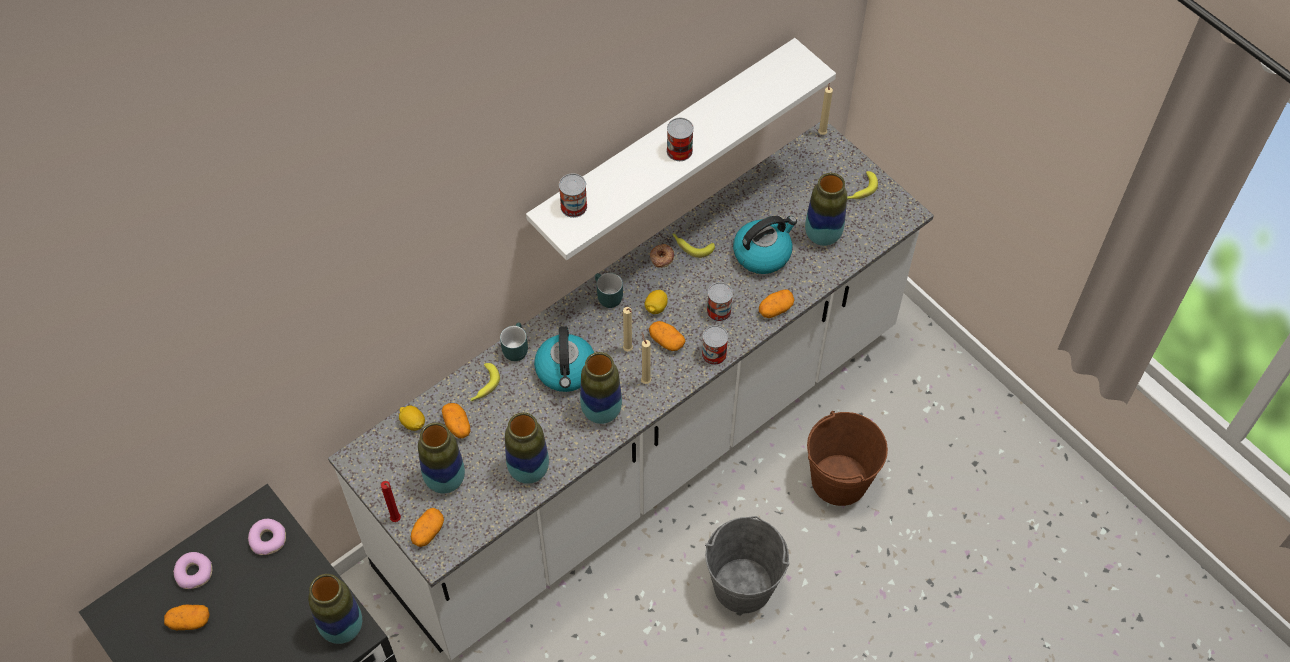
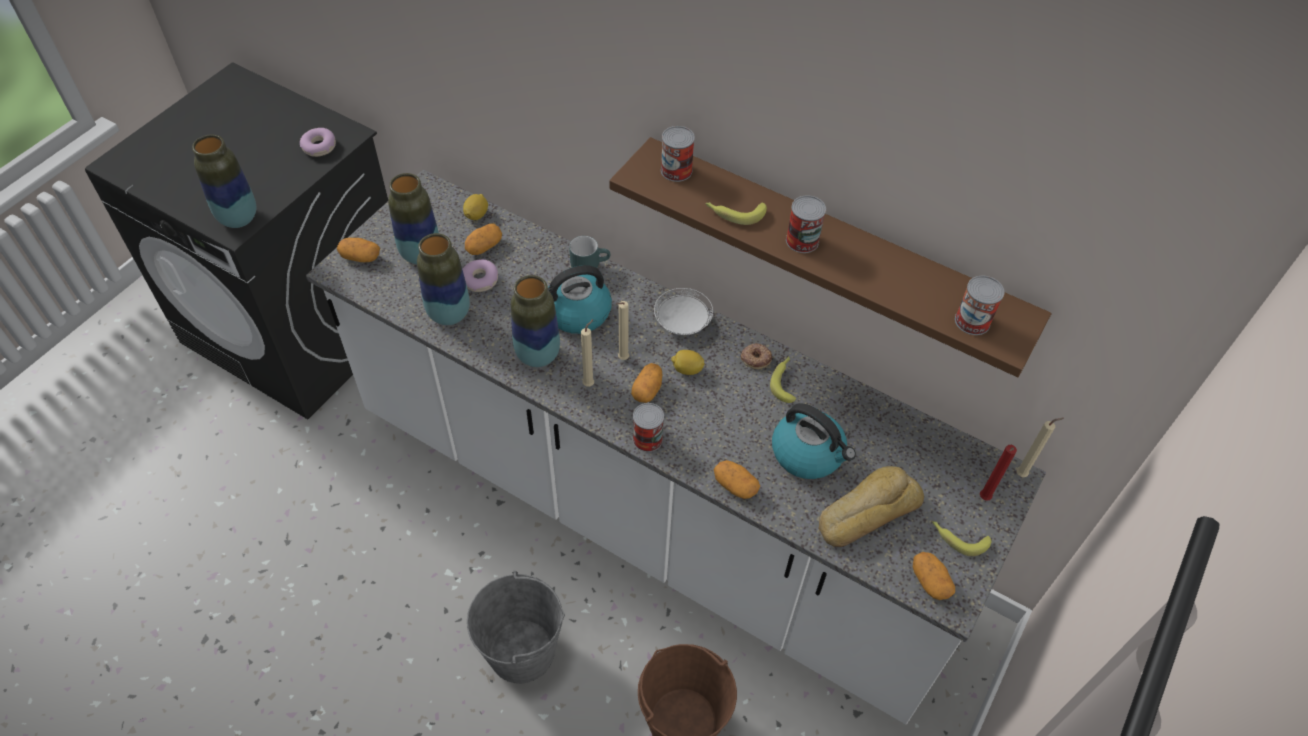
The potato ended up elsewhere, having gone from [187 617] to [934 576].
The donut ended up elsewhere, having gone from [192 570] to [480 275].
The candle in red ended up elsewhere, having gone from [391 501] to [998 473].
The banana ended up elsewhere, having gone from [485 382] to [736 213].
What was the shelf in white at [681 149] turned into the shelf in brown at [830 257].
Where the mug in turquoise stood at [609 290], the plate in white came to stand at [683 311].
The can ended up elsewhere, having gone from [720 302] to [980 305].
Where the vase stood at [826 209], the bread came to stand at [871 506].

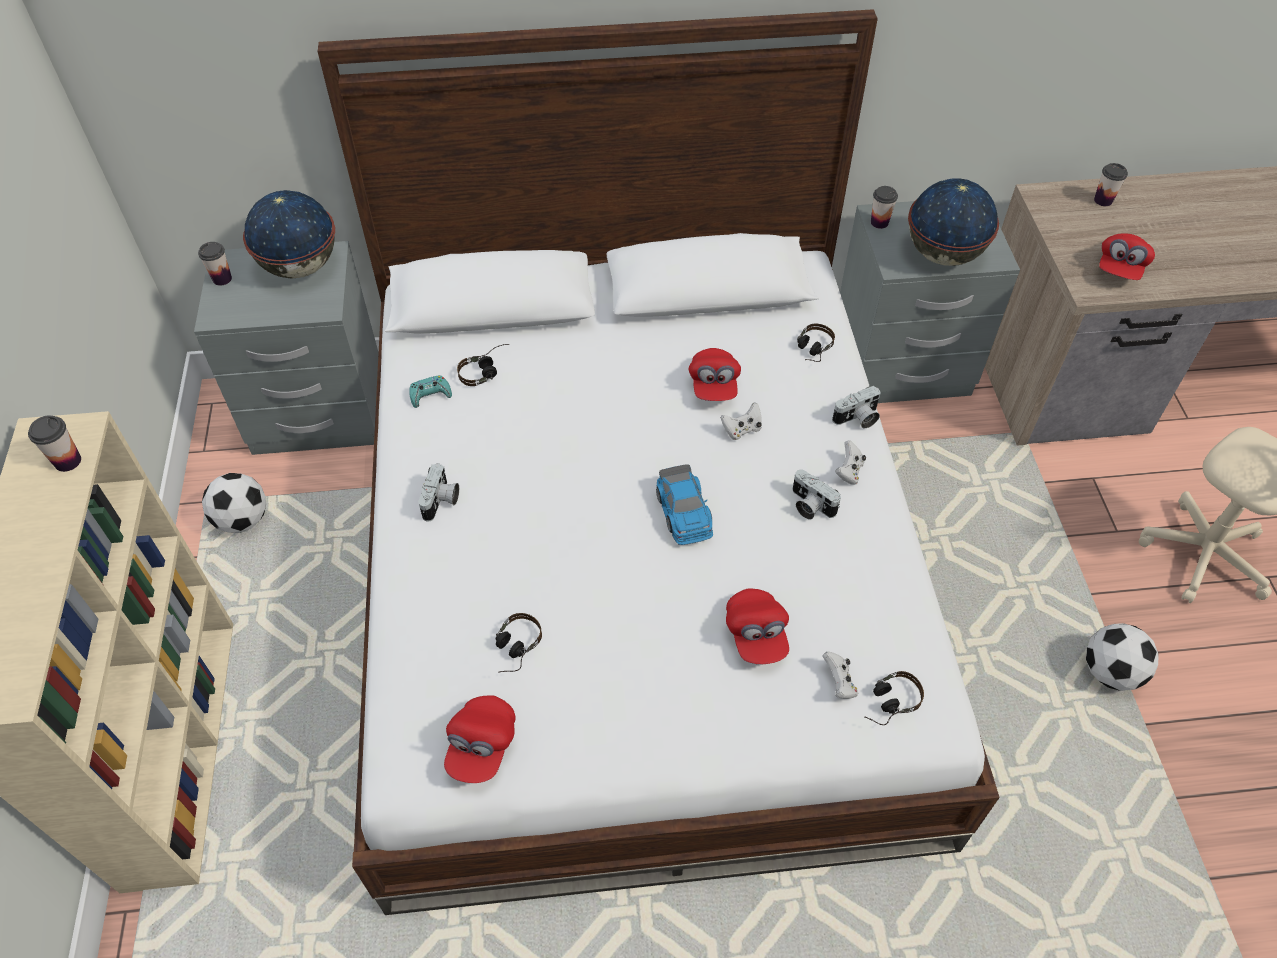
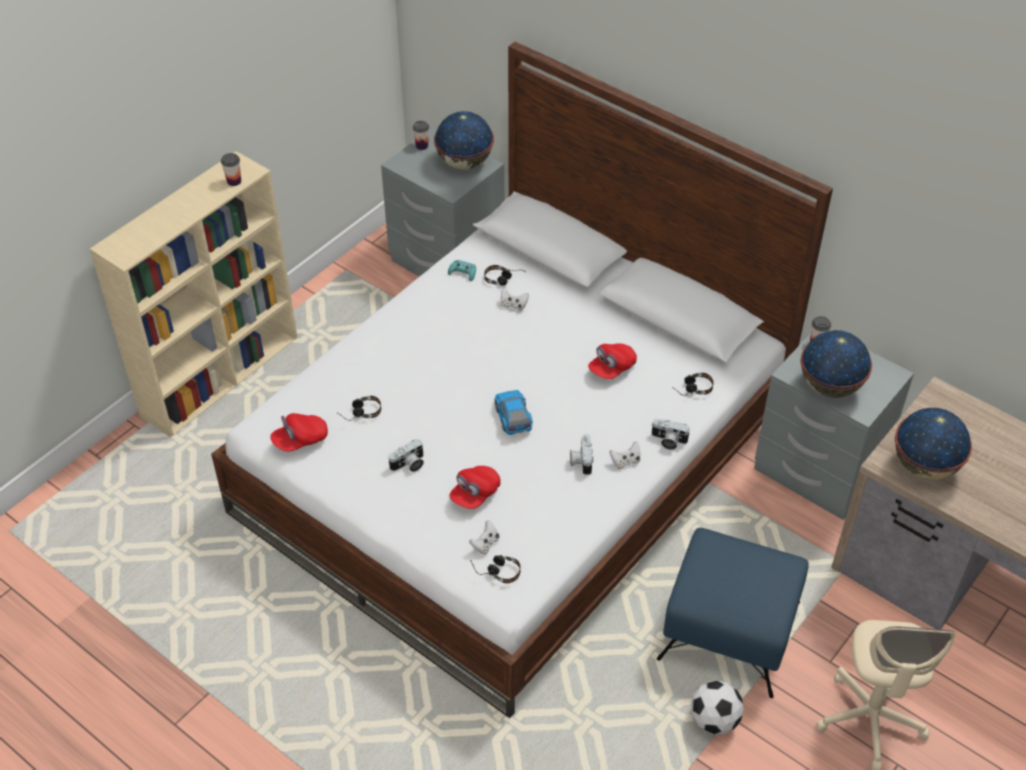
The second view lost the football at [234 503].
The photo camera ended up elsewhere, having gone from [438 492] to [406 455].
The toy car at [684 504] ended up facing another way, 135 degrees clockwise from before.
The game controller in white ended up elsewhere, having gone from [741 421] to [515 299].
The second view lost the cup at [1111 184].
Where the cap in red stood at [1127 256], the globe came to stand at [933 444].
The second view gained the ottoman in blue at [733 613].

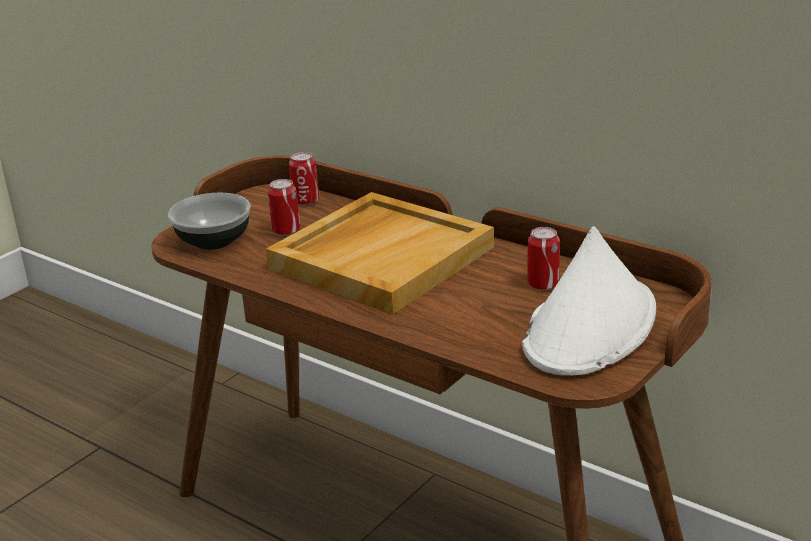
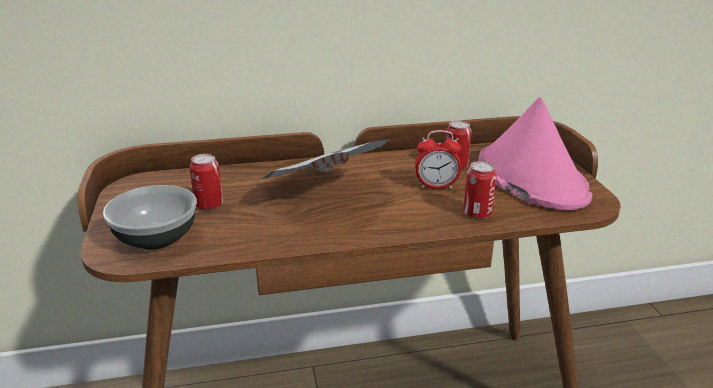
Where the tray in beige stood at [380 253], the newspaper came to stand at [324 159].
The can ended up elsewhere, having gone from [304 179] to [480 190].
What was the hat in white at [589 301] turned into the hat in pink at [536 153].
The second view gained the alarm clock at [438 159].

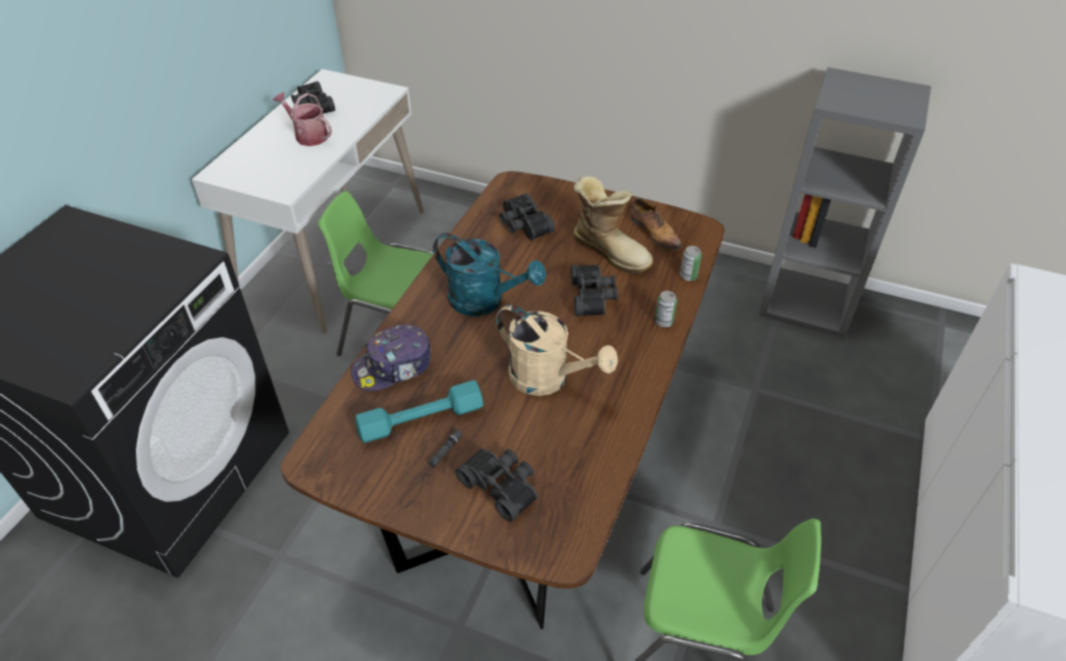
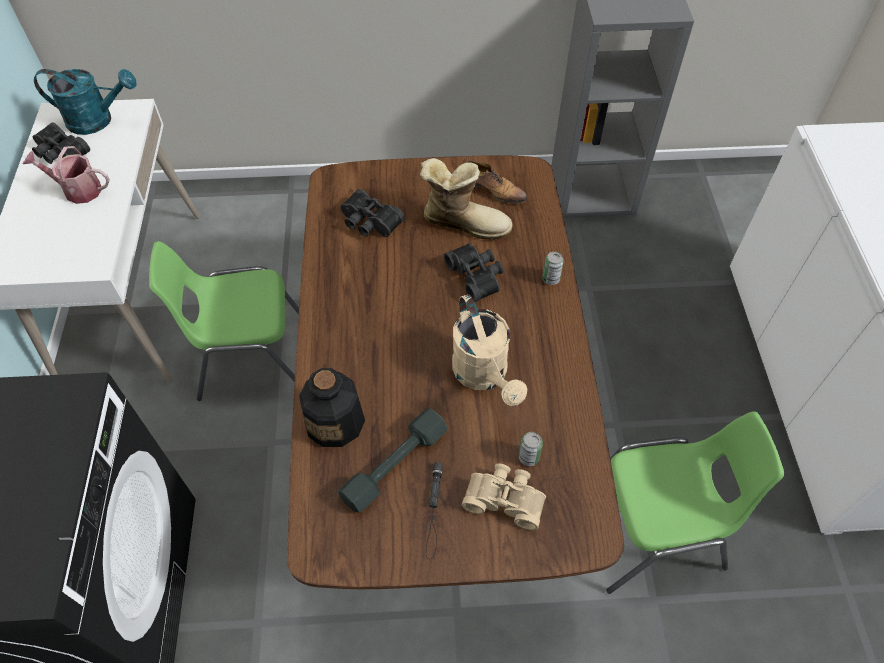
Where the cap stood at [391 358], the bottle came to stand at [332 407].
What was the dumbbell in turquoise at [419 411] turned into the dumbbell in grey at [393 460].
The watering can in turquoise ended up elsewhere, having gone from [489 274] to [85 102].
What was the binoculars in black at [496 485] turned into the binoculars in beige at [504 496].
The watering can in beige at [557 350] ended up facing another way, 60 degrees clockwise from before.
The can ended up elsewhere, having gone from [691 263] to [530 449].

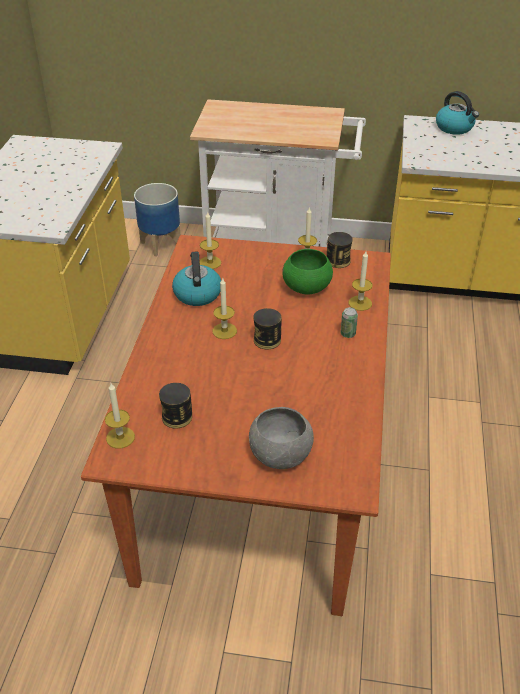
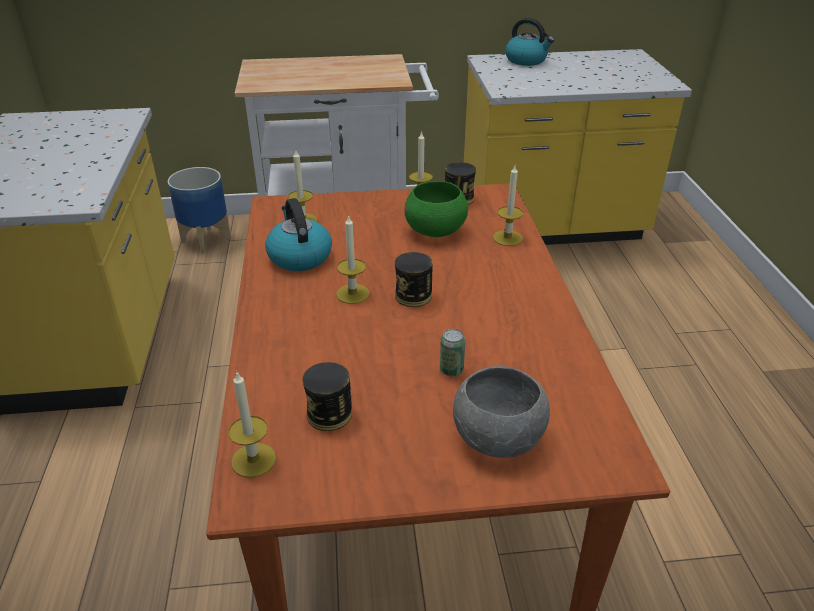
The can ended up elsewhere, having gone from [349 322] to [452 352].

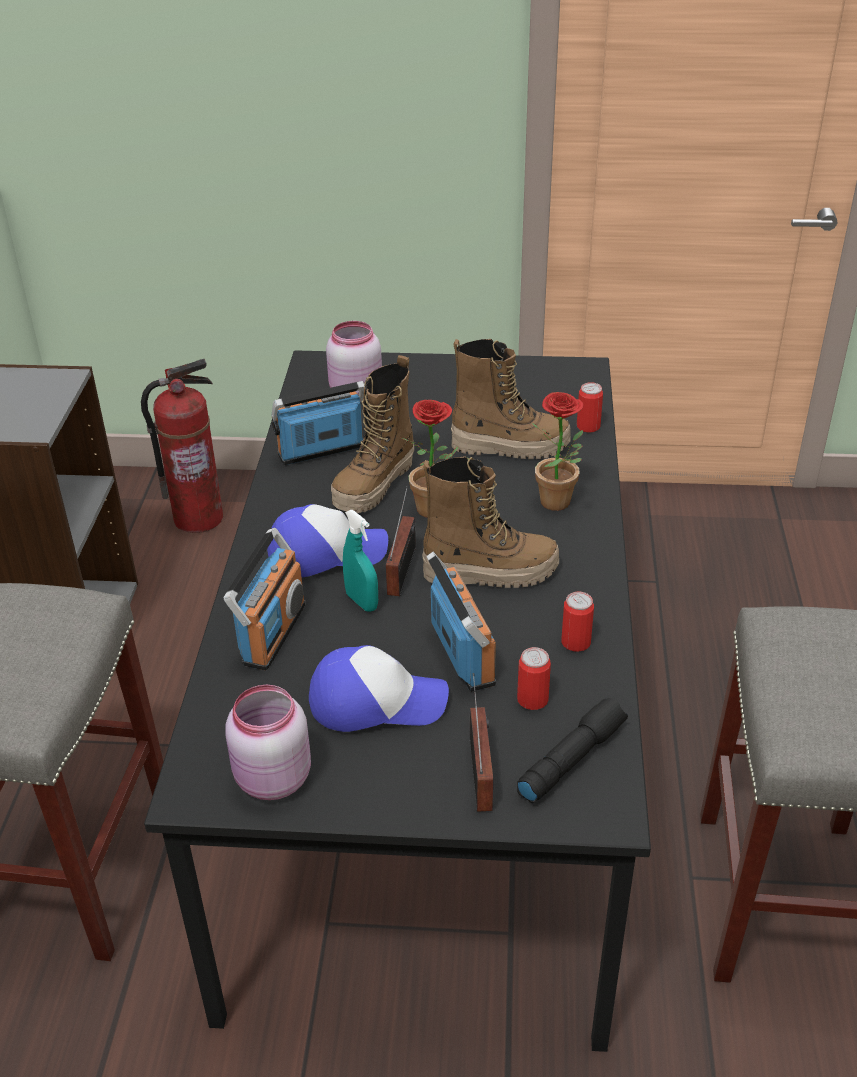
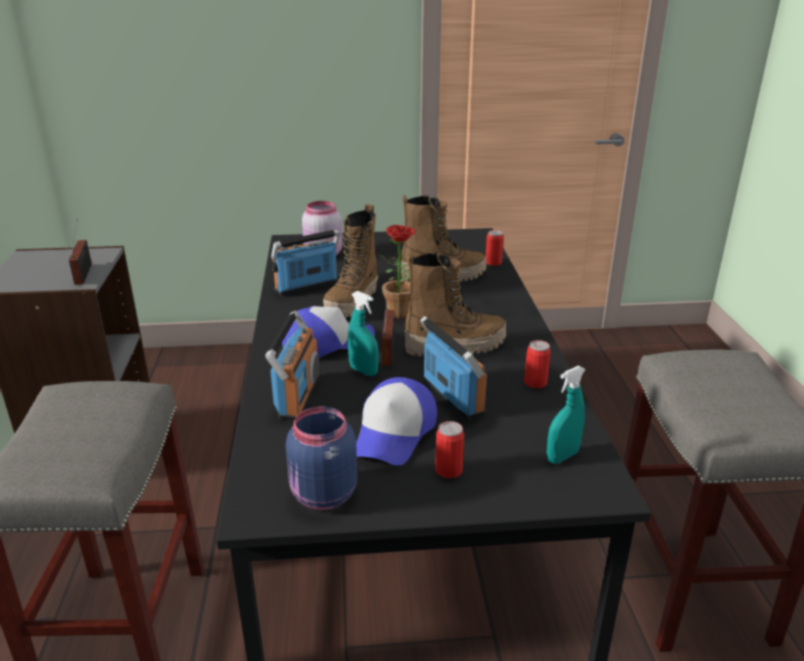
The second view lost the fire extinguisher at [182 446].
What was the jar in pink at [268 742] turned into the jar in blue at [321 458].
The cap at [379 688] ended up facing another way, 120 degrees clockwise from before.
The radio ended up elsewhere, having gone from [481 742] to [80 252].
The can ended up elsewhere, having gone from [534 678] to [449 450].
Where the flashlight in black stood at [572 750], the spray bottle in turquoise came to stand at [566 415].
The second view lost the potted plant at [556 451].

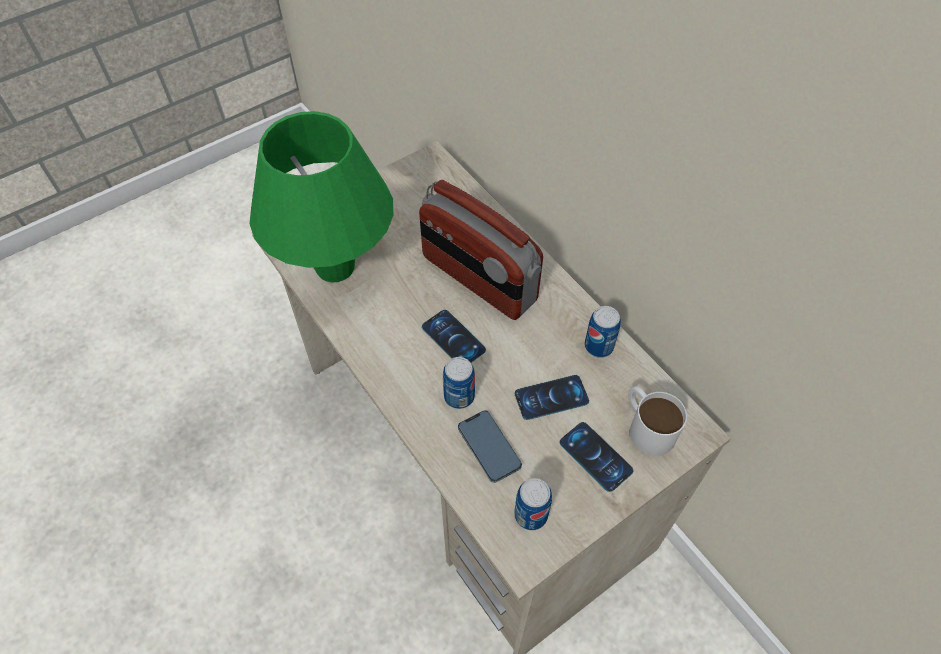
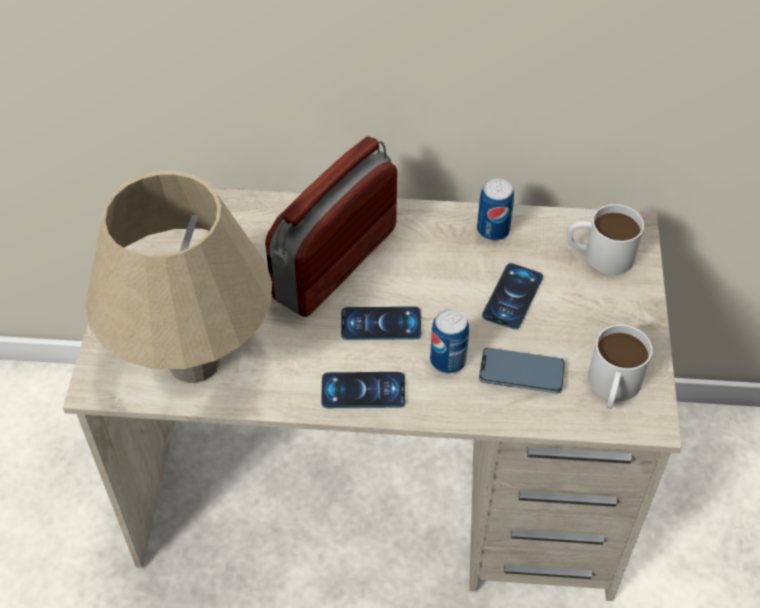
What was the table lamp in green at [321 196] turned into the table lamp in beige at [178 277].
The radio at [481 250] ended up facing another way, 135 degrees clockwise from before.
Where the can stood at [533 504], the mug in white came to stand at [620 367].
The phone ended up elsewhere, having gone from [597 457] to [363 390].

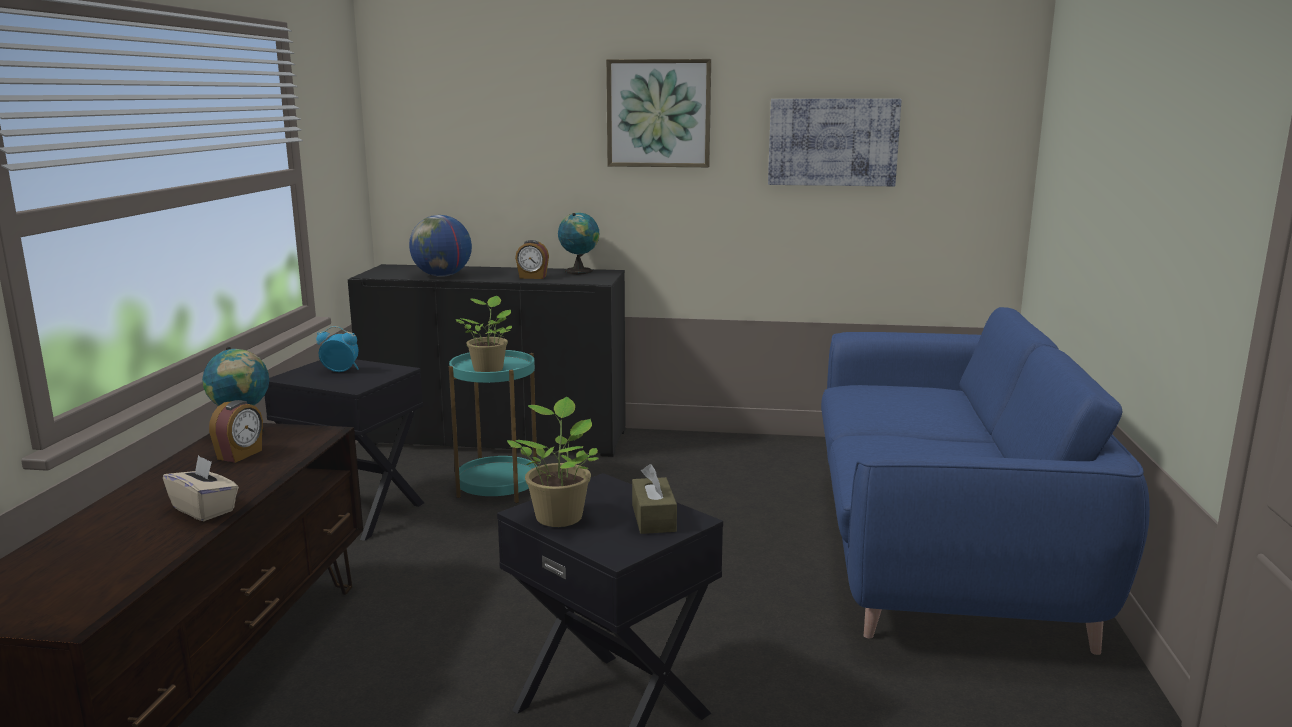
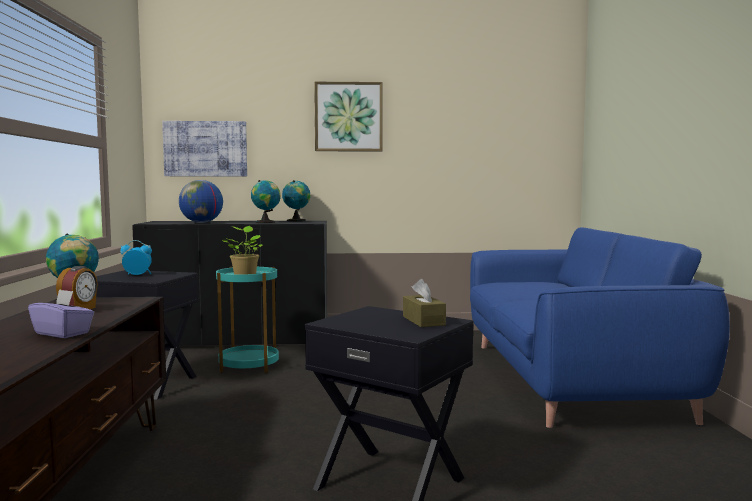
What was the tissue box in beige at [201 488] turned into the tissue box in purple at [61 313].
The second view lost the potted plant at [553 462].
Where the alarm clock stood at [532 259], the globe came to stand at [266 201].
The picture ended up elsewhere, having gone from [835 142] to [204 148].

